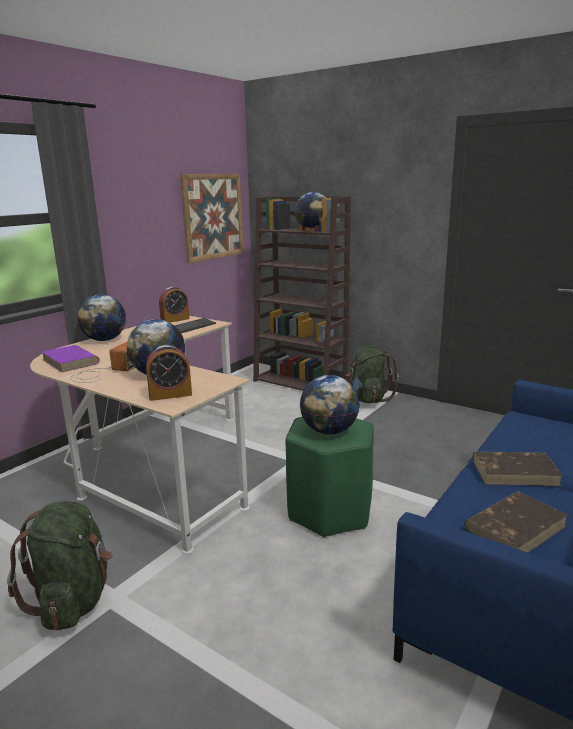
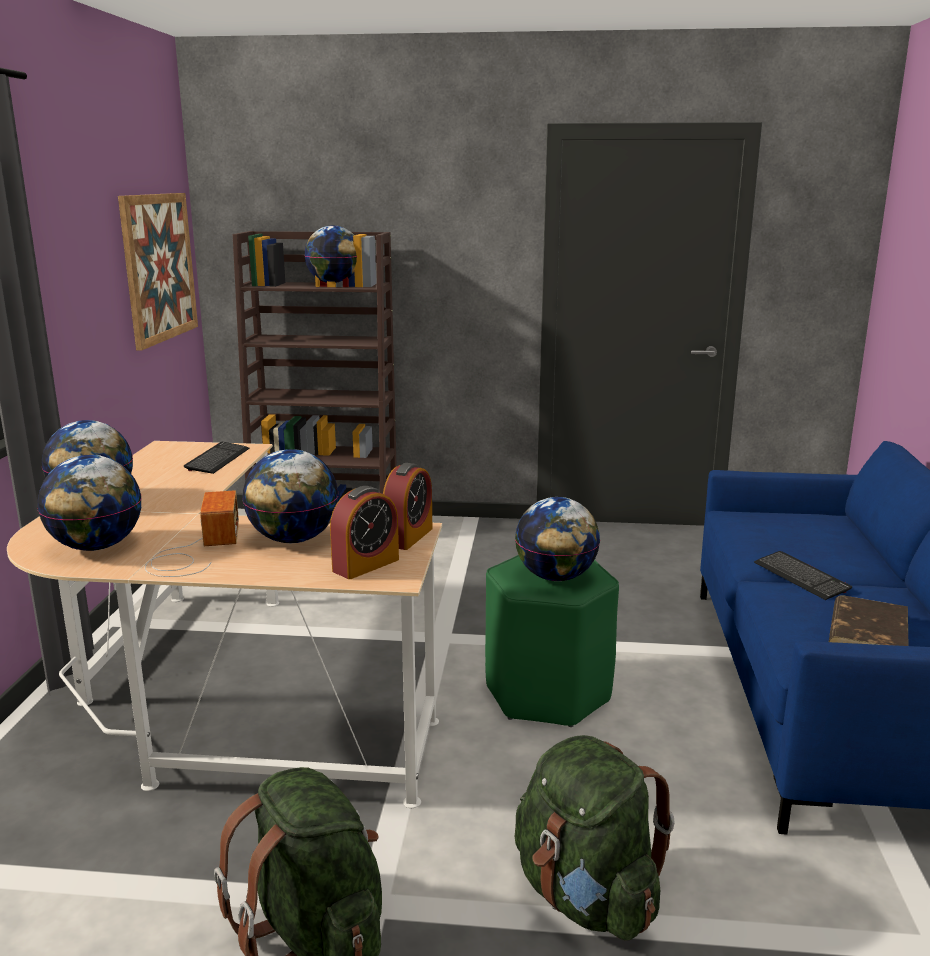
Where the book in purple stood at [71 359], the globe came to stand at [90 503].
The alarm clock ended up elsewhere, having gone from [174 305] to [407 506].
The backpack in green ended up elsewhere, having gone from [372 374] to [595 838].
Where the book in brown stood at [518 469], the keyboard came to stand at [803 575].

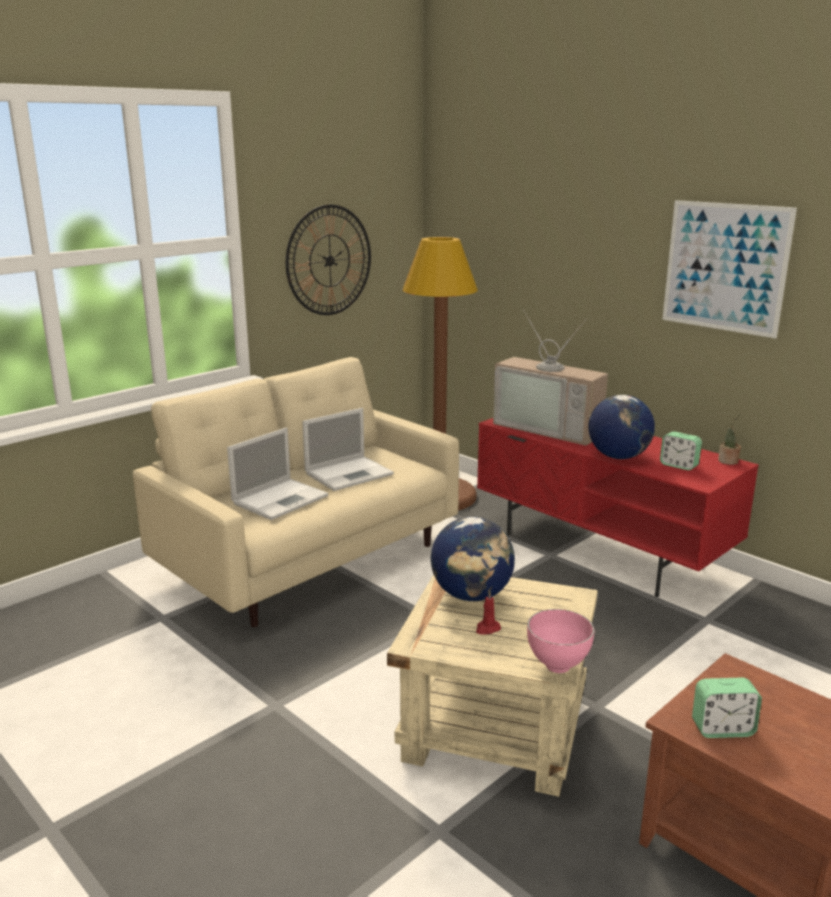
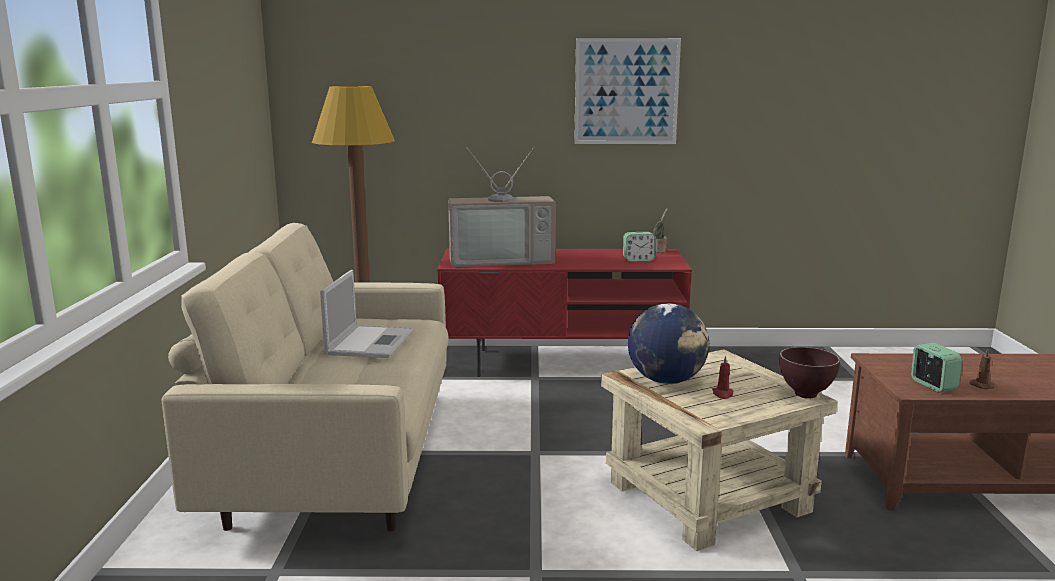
The second view lost the laptop at [277 473].
The second view lost the wall clock at [328 260].
What was the bowl in pink at [560 641] turned into the bowl in brown at [809 373].
The second view lost the globe at [621 427].
The alarm clock at [727 707] ended up facing another way, 60 degrees counterclockwise from before.
The second view gained the candle in brown at [982 368].

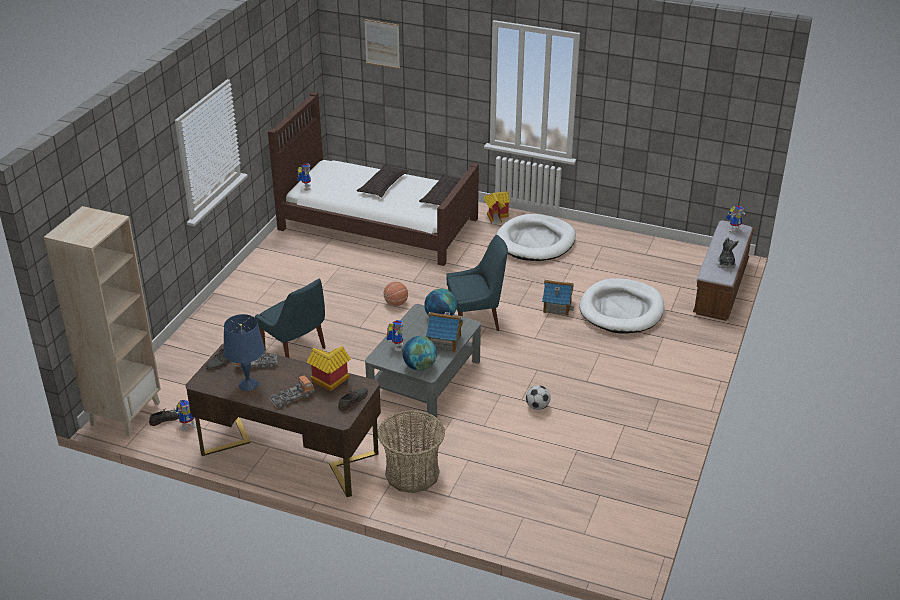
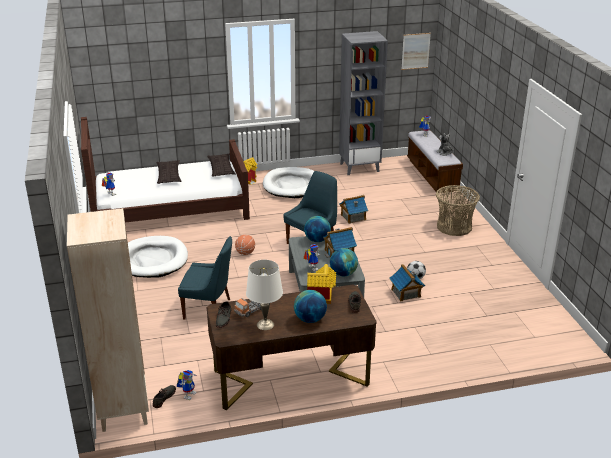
What was the table lamp in blue at [244 352] turned into the table lamp in white at [264 295].
Where the toy truck stood at [292 391], the globe came to stand at [310 306].
The picture ended up elsewhere, having gone from [382 44] to [416 51].
The basket ended up elsewhere, having gone from [411 451] to [458 210].
The dog bed in white ended up elsewhere, having gone from [622 306] to [158 257].
The second view gained the bookcase in grey at [363 103].
The second view gained the toy house at [407 283].

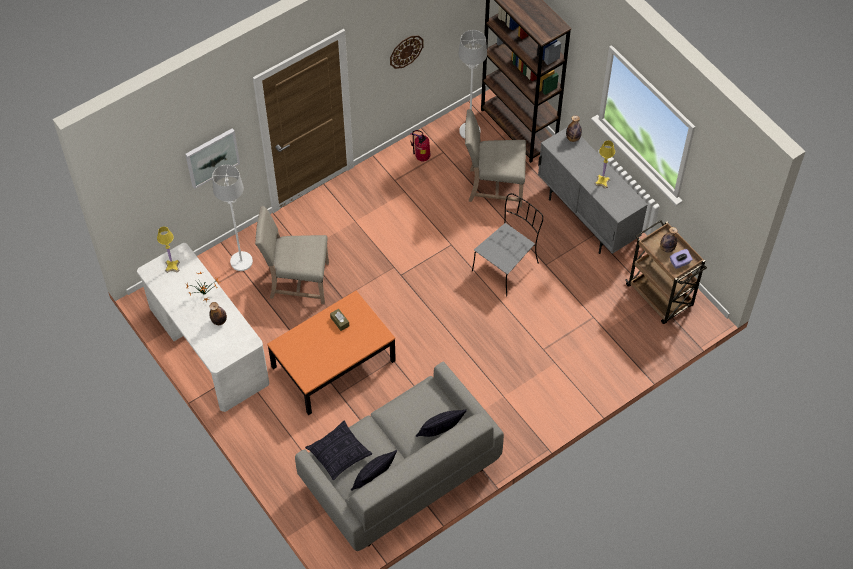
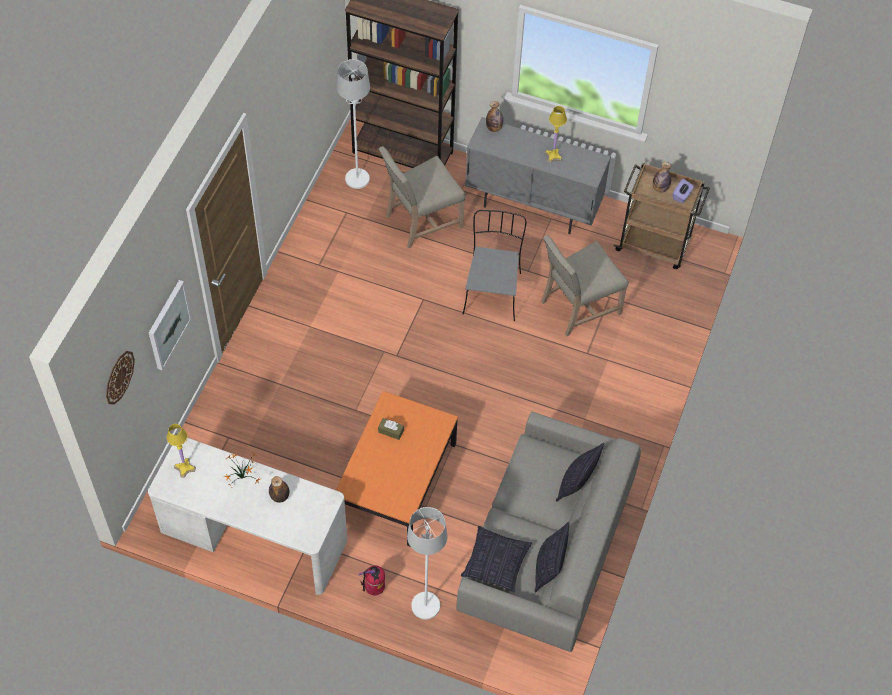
The floor lamp in white ended up elsewhere, having gone from [232 217] to [427 563].
The chair in beige ended up elsewhere, having gone from [292 255] to [585 286].
The wall clock ended up elsewhere, having gone from [407 52] to [120 378].
The fire extinguisher ended up elsewhere, having gone from [420 145] to [372 580].

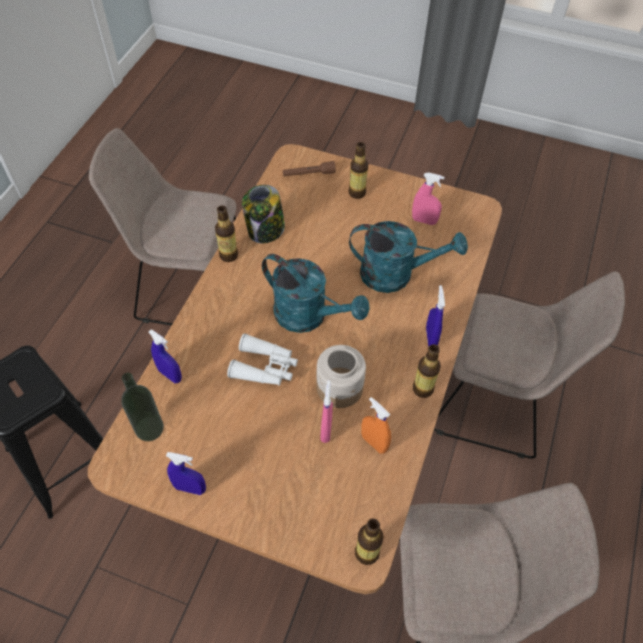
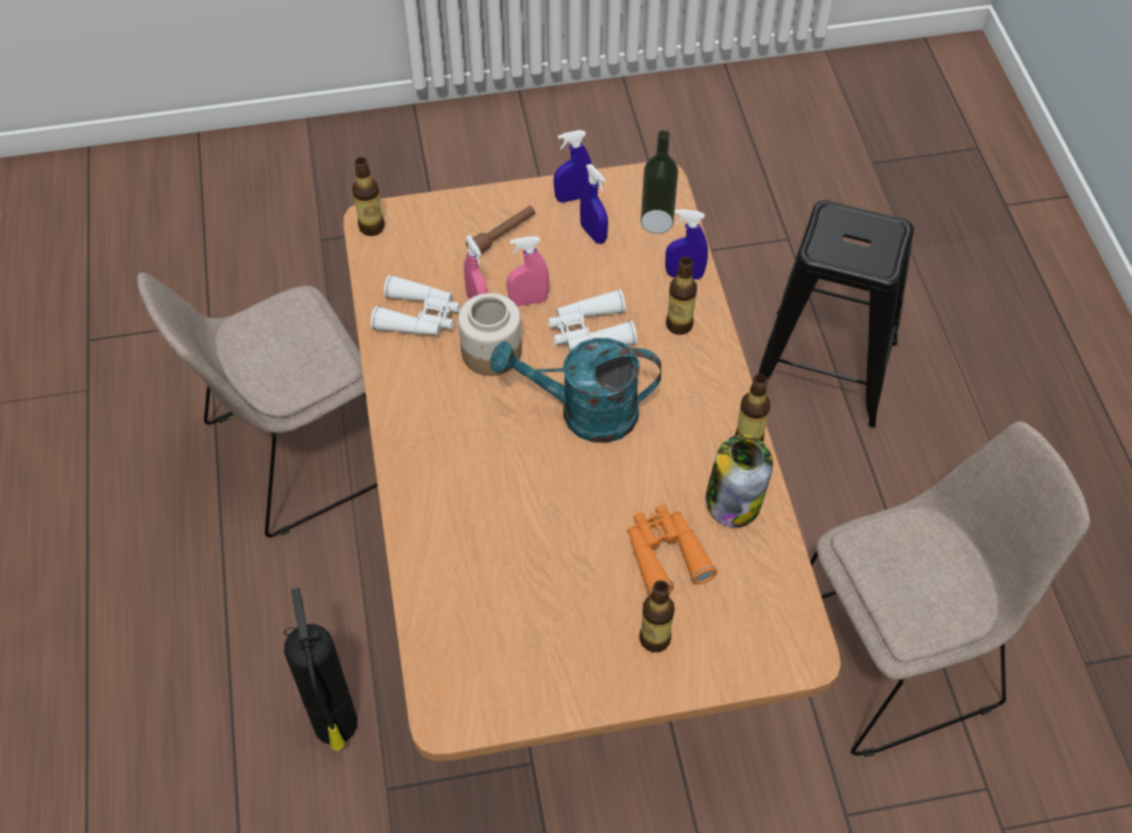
The flashlight in brown ended up elsewhere, having gone from [309 168] to [500 230].
The second view lost the watering can in turquoise at [408 257].
Where the spray bottle in orange stood at [376 425], the binoculars in white came to stand at [415 305].
The spray bottle in pink ended up elsewhere, having gone from [428 198] to [528 271].
The bottle ended up elsewhere, having gone from [427 371] to [681 296].
The spray bottle in blue ended up elsewhere, having gone from [435 315] to [594 204].
Where the chair in beige stood at [529 365], the fire extinguisher came to stand at [321 669].
The second view gained the binoculars in orange at [672 550].

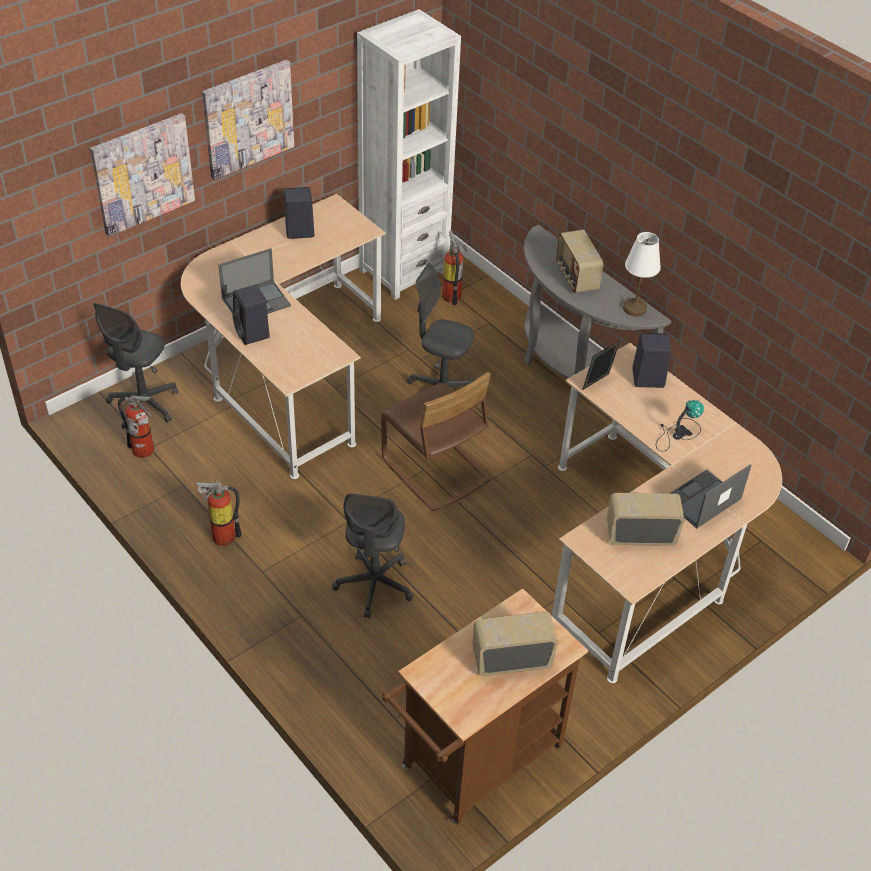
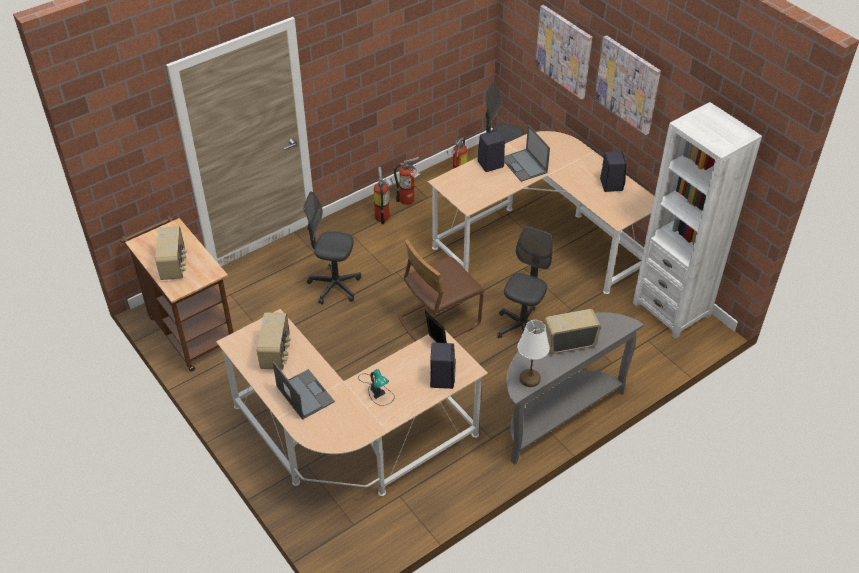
The fire extinguisher ended up elsewhere, having gone from [455 268] to [407 181].

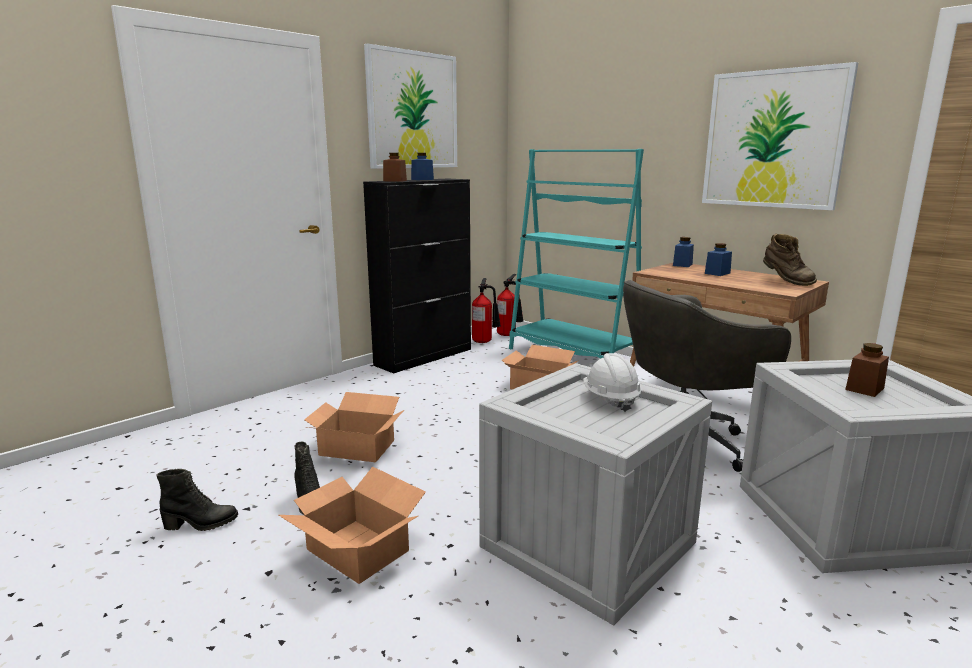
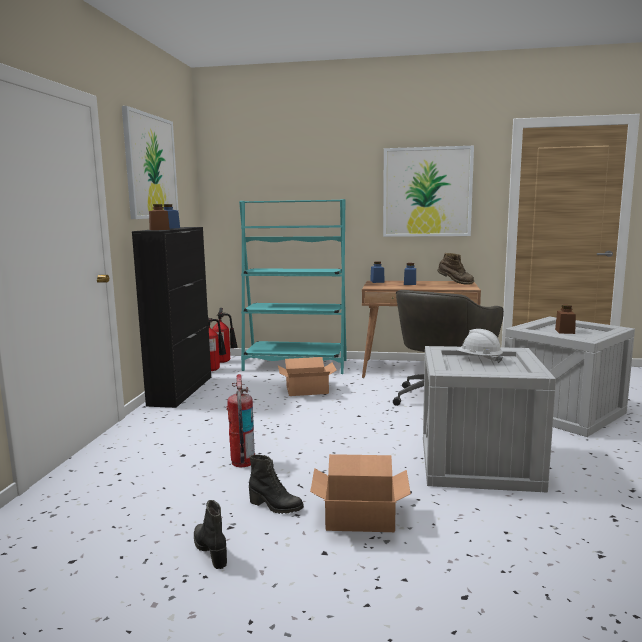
The boot in black at [197 500] ended up facing another way, 75 degrees counterclockwise from before.
Where the cardboard box stood at [354 427], the fire extinguisher came to stand at [241 420].

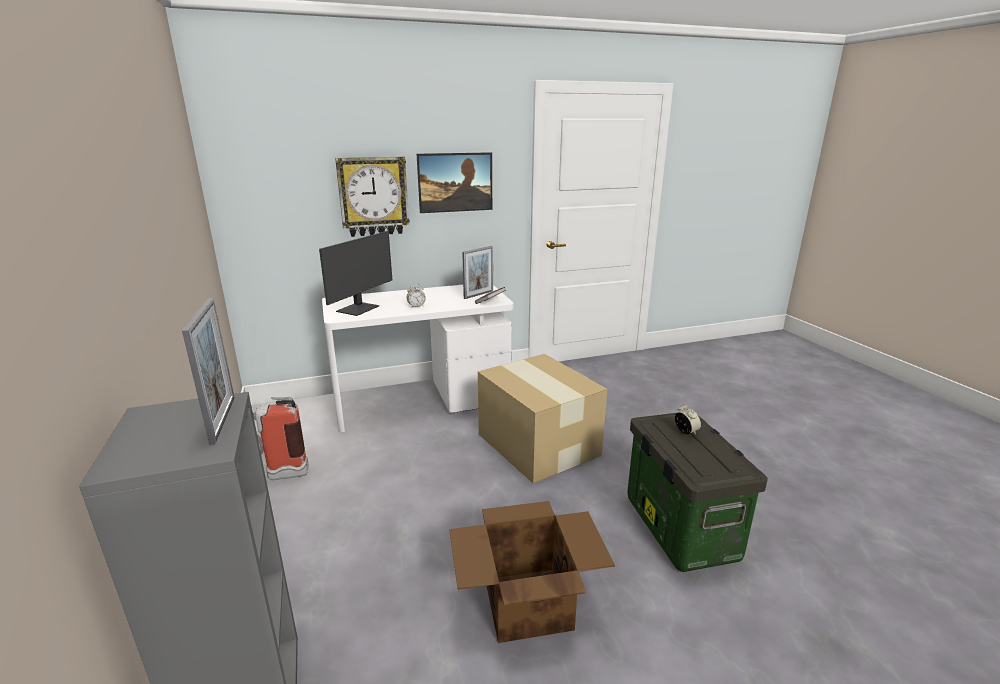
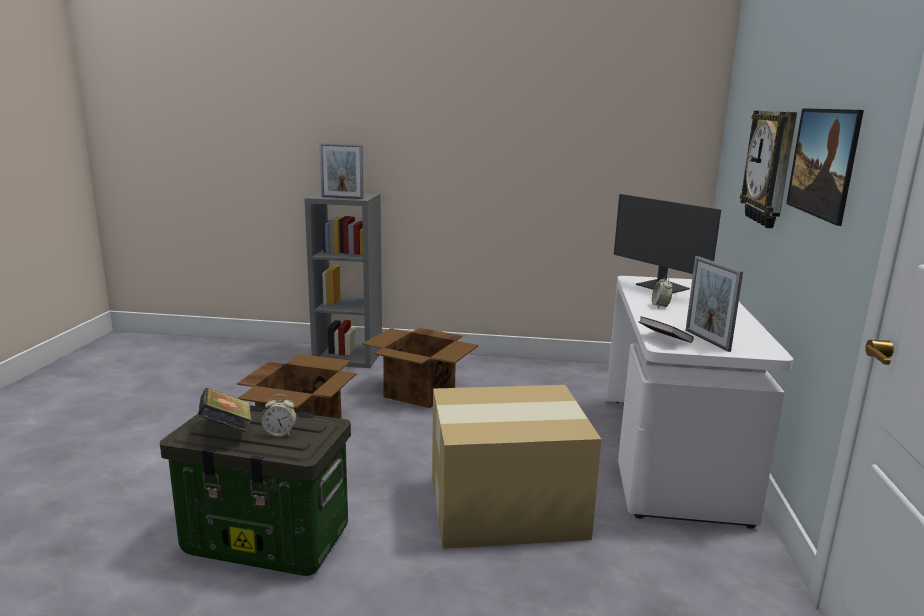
The second view lost the fire extinguisher at [281 438].
The second view gained the book at [225 410].
The second view gained the cardboard box at [420 368].

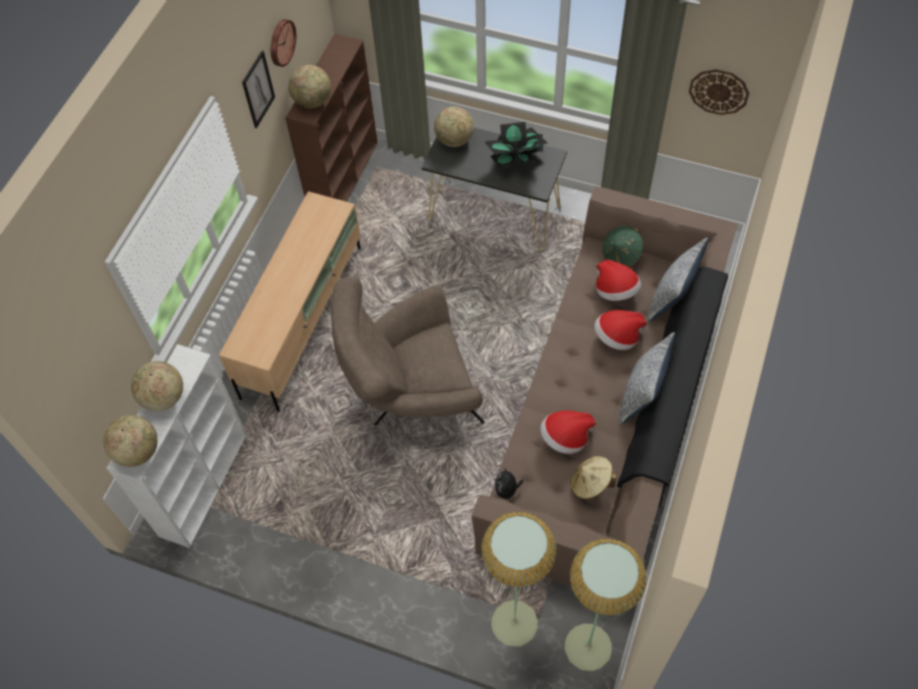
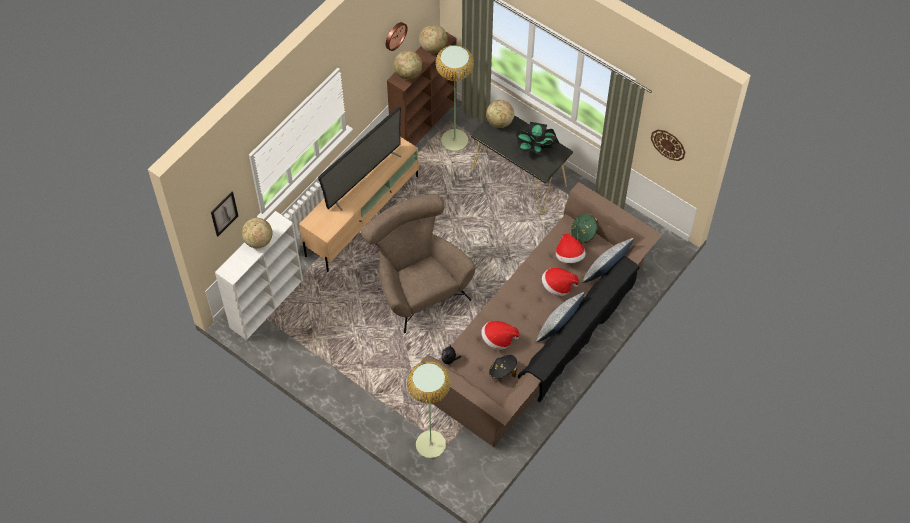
The globe ended up elsewhere, having gone from [130 441] to [433 38].
The picture ended up elsewhere, having gone from [258 89] to [224 214].
The armchair in brown at [407 351] ended up facing another way, 60 degrees clockwise from before.
The floor lamp ended up elsewhere, having gone from [605 605] to [455 98].
What was the hat in beige at [594 478] turned into the hat in black at [503 367].
The second view gained the television at [359 159].

